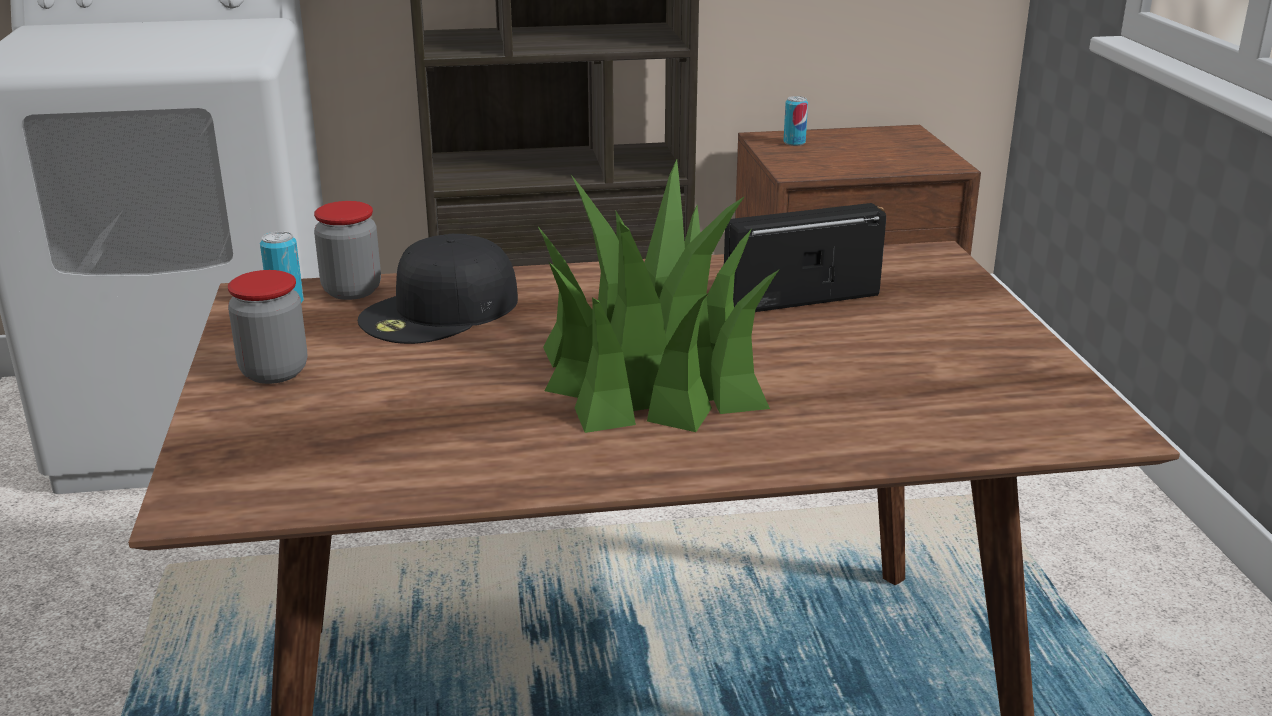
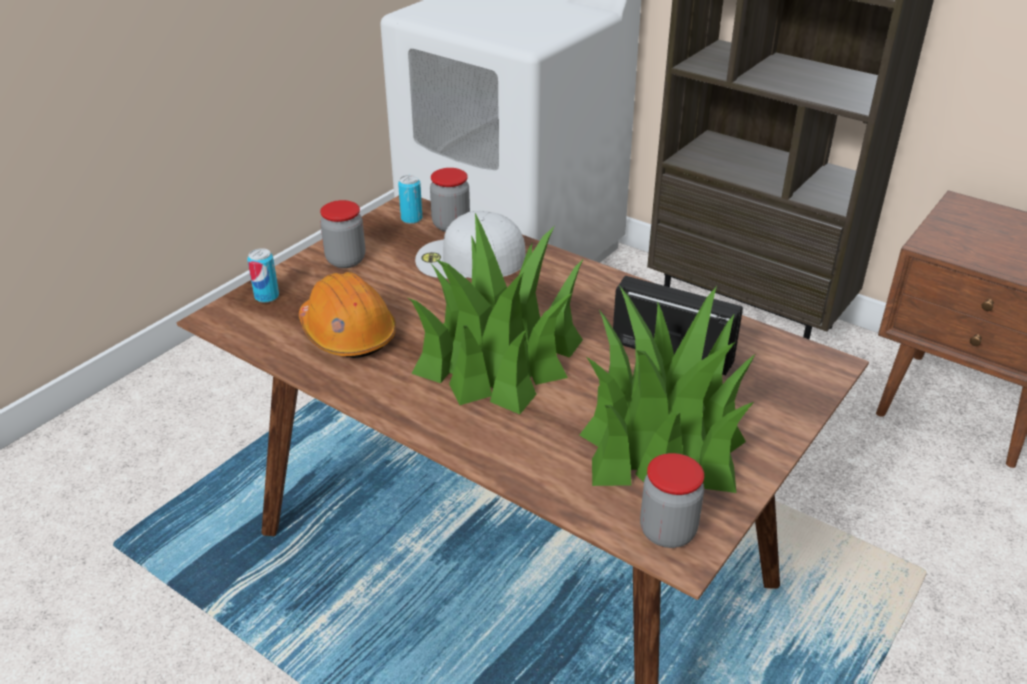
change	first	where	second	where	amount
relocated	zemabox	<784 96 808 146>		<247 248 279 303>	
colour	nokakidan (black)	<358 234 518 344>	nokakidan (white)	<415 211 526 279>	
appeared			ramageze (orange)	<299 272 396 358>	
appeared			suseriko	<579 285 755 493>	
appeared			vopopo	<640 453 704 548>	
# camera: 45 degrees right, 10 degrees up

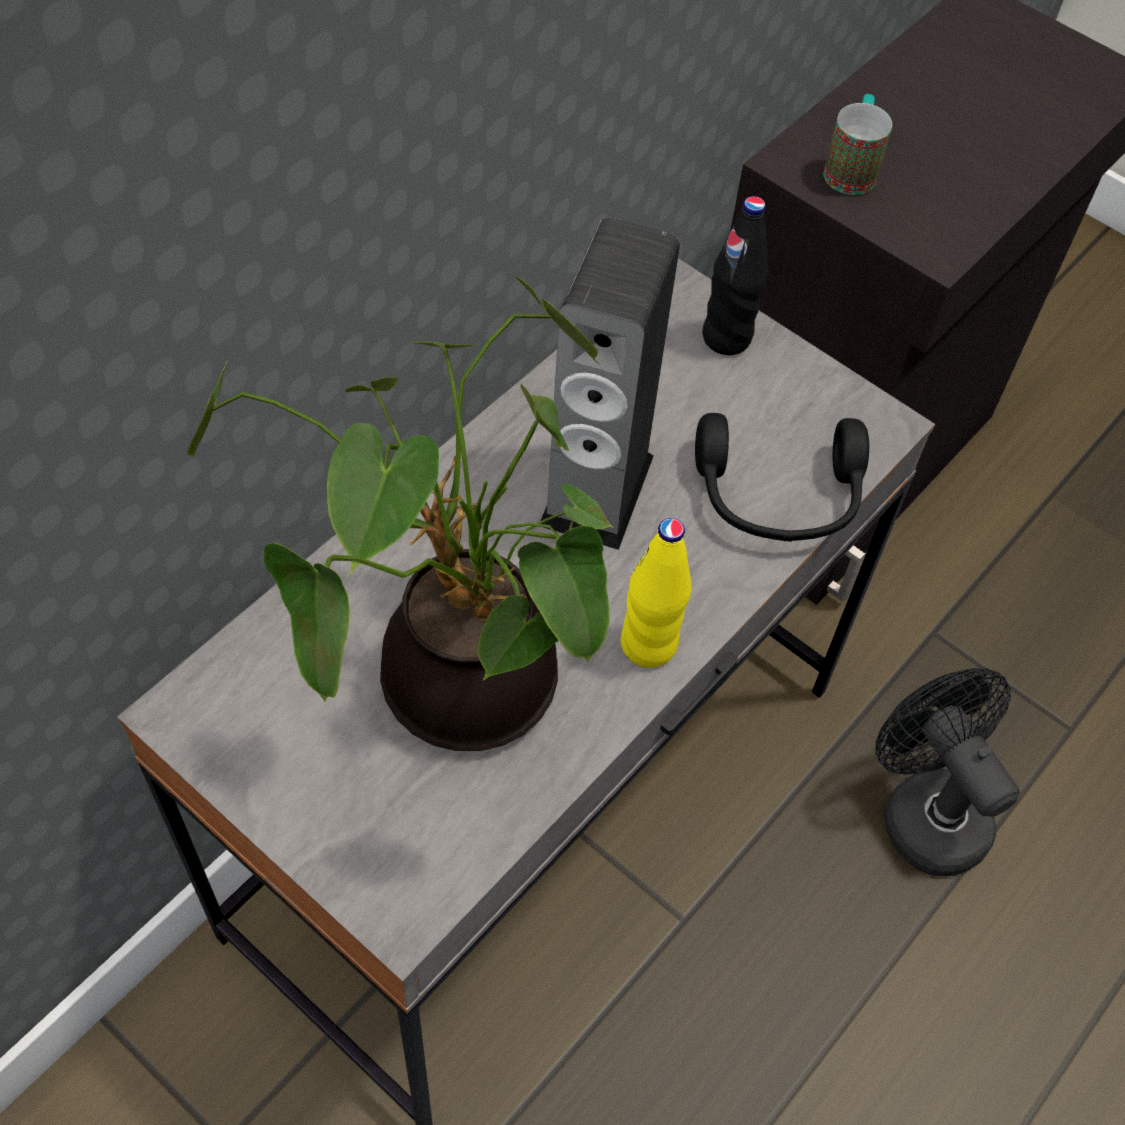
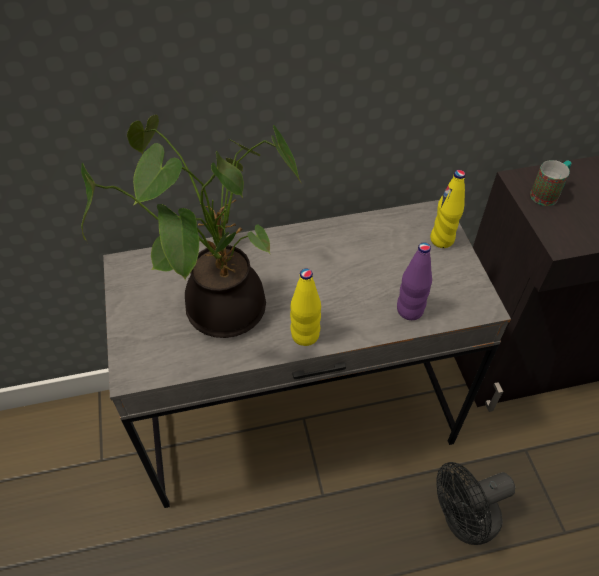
change	first	where	second	where	amount
colour	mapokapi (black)	<702 196 768 355>	mapokapi (yellow)	<430 170 465 248>	
missing	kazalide	<541 217 680 550>			
exchanged	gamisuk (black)	<695 413 869 542>	mapokapi (purple)	<397 242 432 320>	
spun	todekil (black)	<876 668 1020 876>		<436 462 515 545>	120 degrees counterclockwise
# camera: 40 degrees right, 5 degrees down

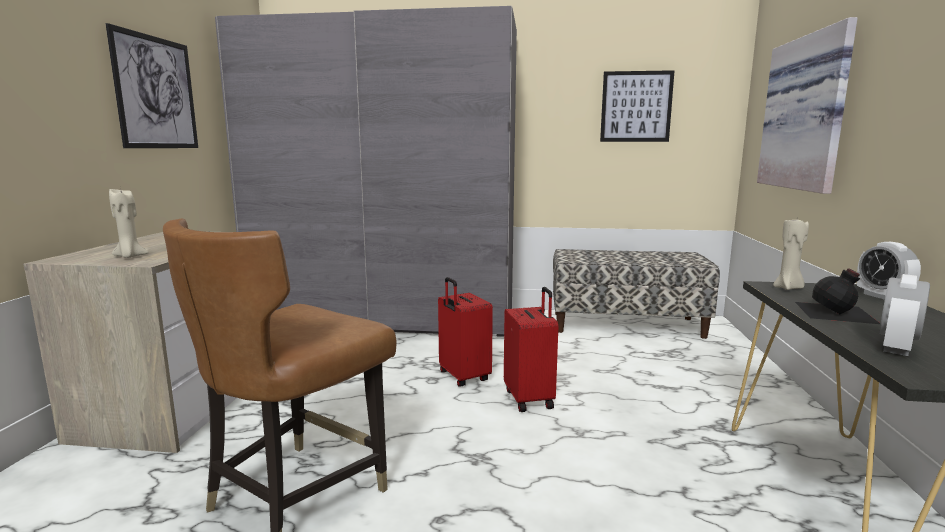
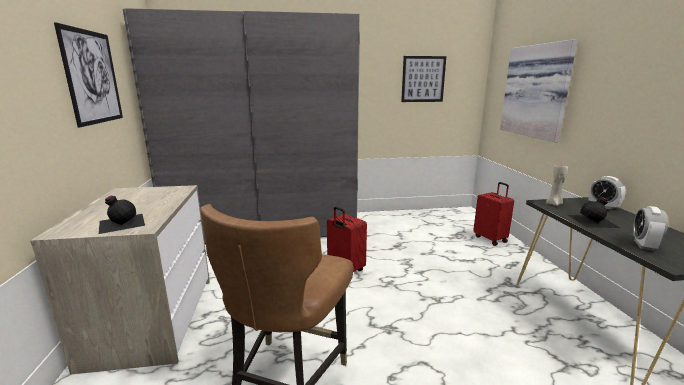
change	first	where	second	where	amount
exchanged	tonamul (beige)	<109 189 149 258>	mapokapi (black)	<99 195 145 234>	
missing	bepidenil	<553 249 720 339>			
relocated	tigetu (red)	<504 287 559 412>		<474 182 514 246>	
# camera: 15 degrees left, 5 degrees up

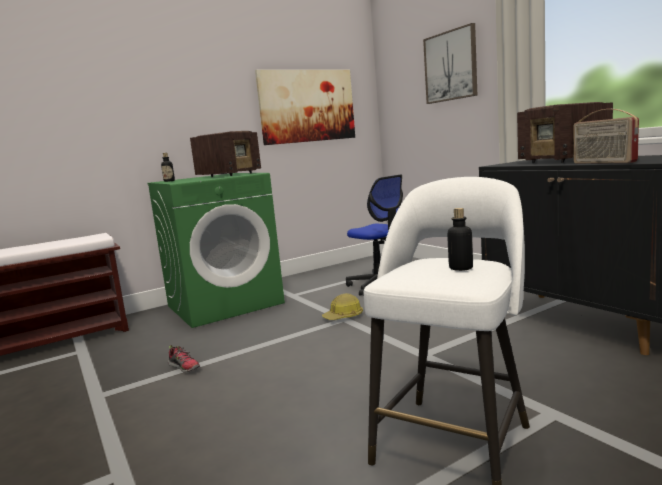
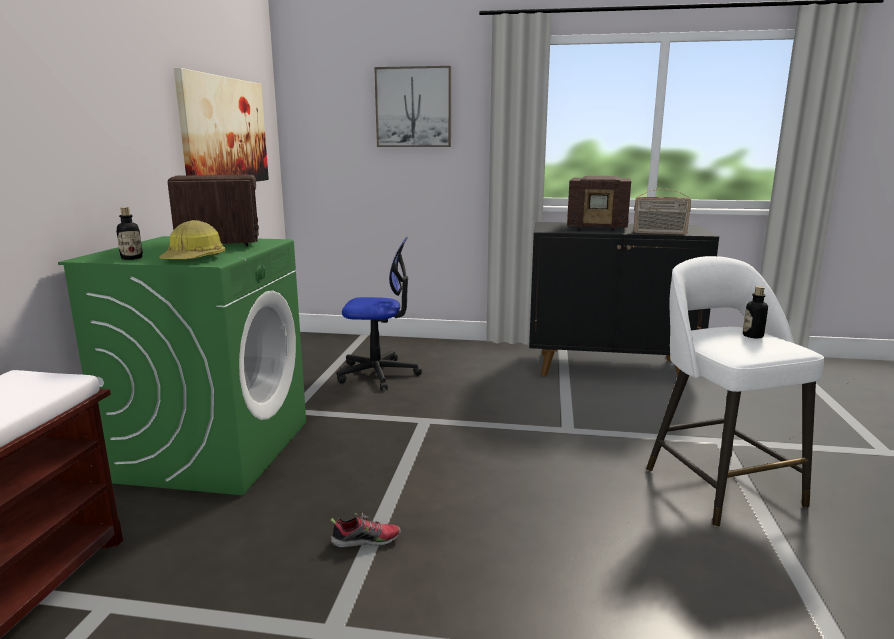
change	first	where	second	where	amount
relocated	ramageze	<322 293 363 320>		<159 220 225 259>	
# camera: 50 degrees left, 5 degrees up

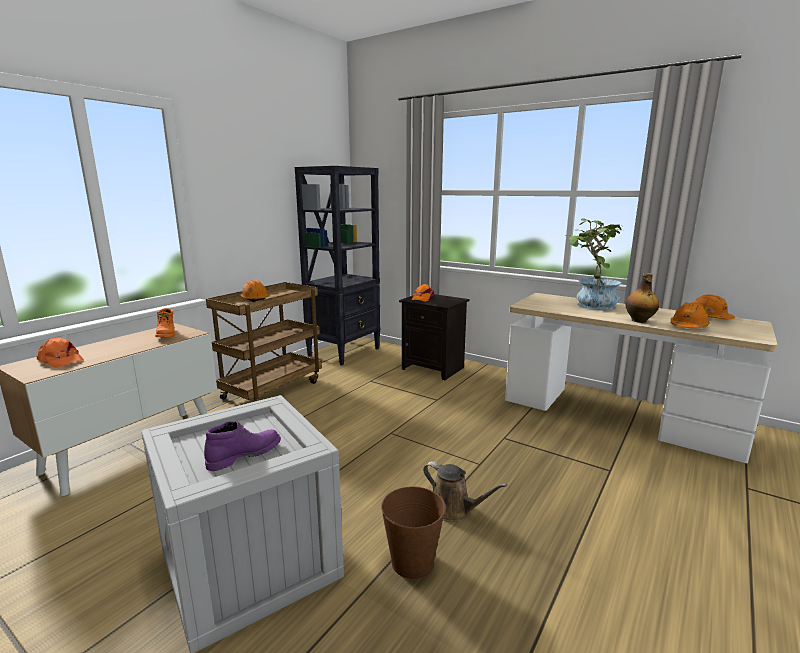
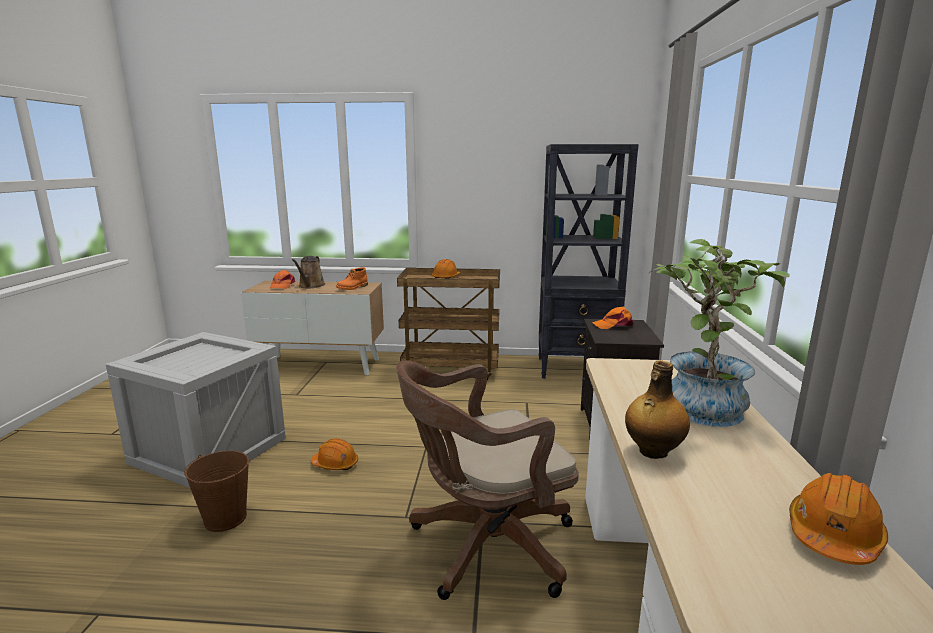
change	first	where	second	where	amount
relocated	ramageze (orange)	<671 302 710 329>		<311 438 358 470>	
missing	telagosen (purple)	<204 421 281 471>			
relocated	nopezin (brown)	<423 461 507 522>		<292 256 325 288>	
appeared			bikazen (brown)	<396 360 579 600>	
# camera: 60 degrees right, 0 degrees up

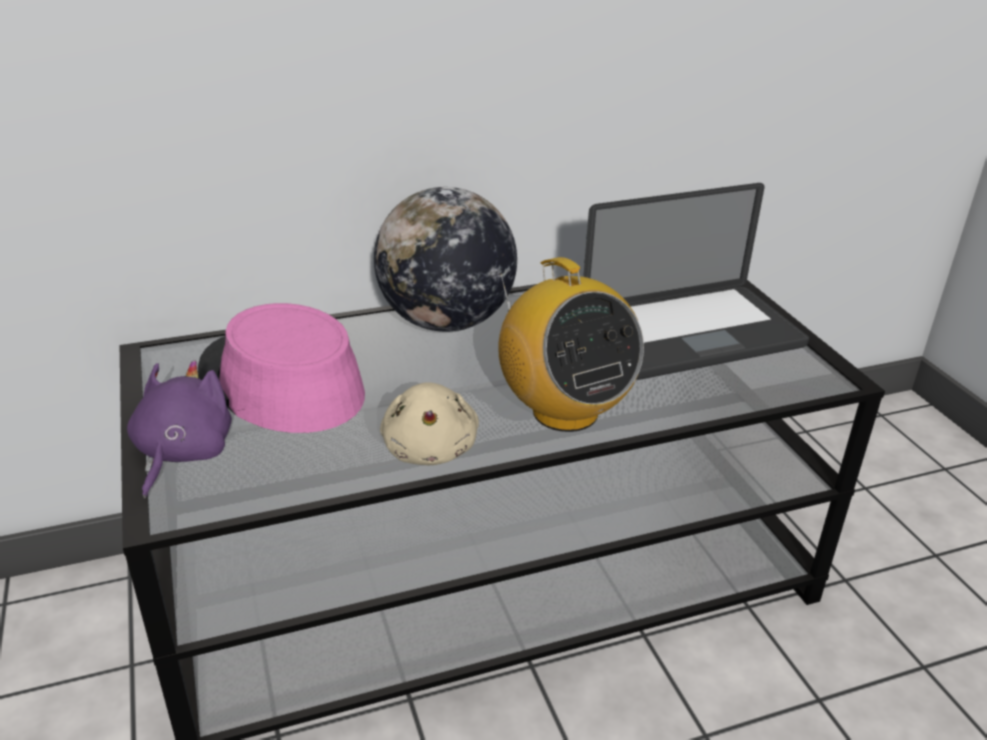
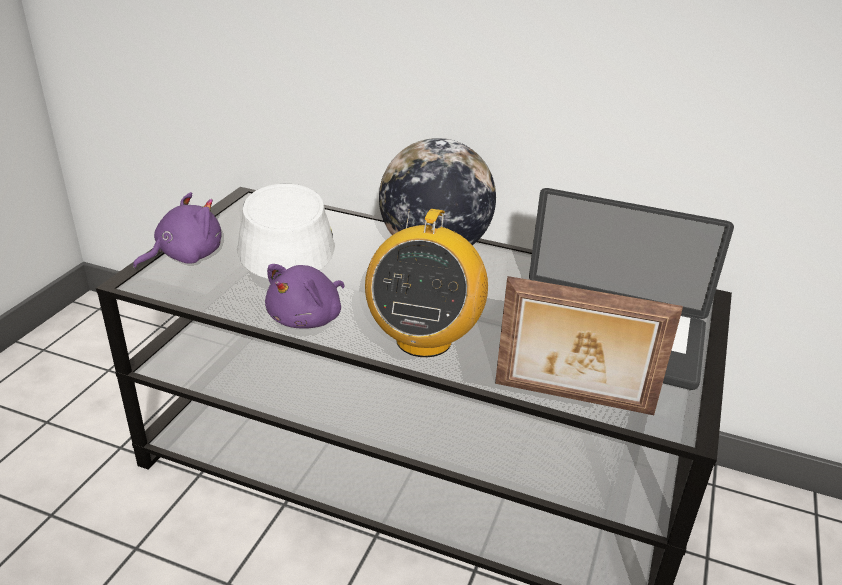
change	first	where	second	where	amount
colour	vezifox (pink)	<198 303 365 433>	vezifox (white)	<237 184 335 279>	
colour	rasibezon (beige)	<380 382 479 465>	rasibezon (purple)	<265 264 344 329>	
appeared			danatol	<495 276 683 415>	
# camera: 40 degrees right, 0 degrees up

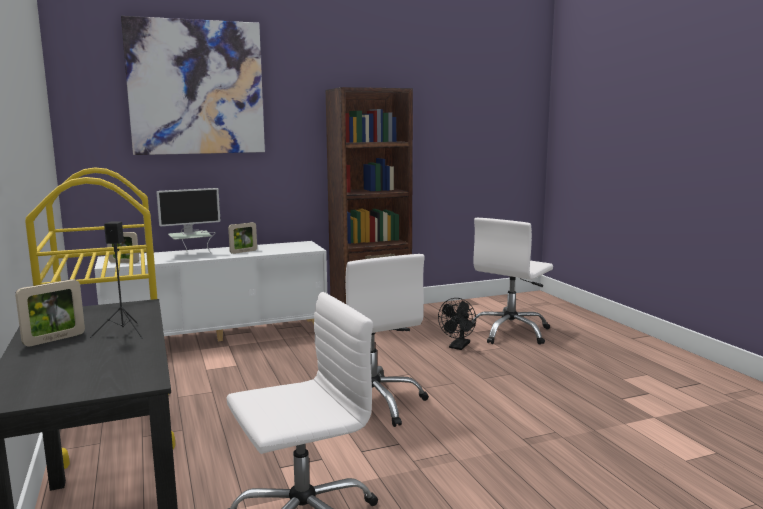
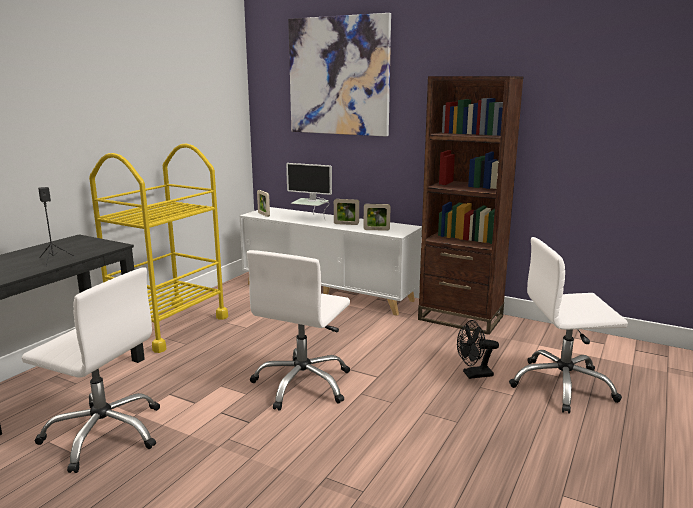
change	first	where	second	where	amount
relocated	danatol	<15 279 85 347>		<364 204 390 231>	
# camera: 50 degrees right, 5 degrees up

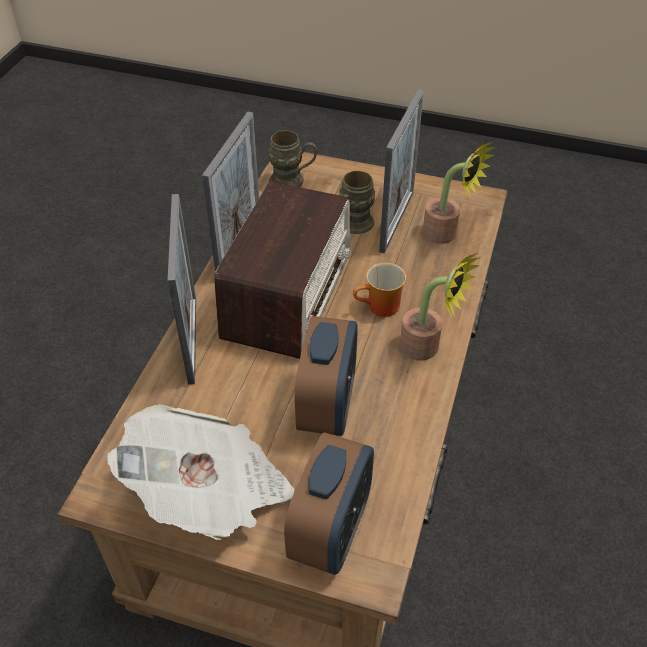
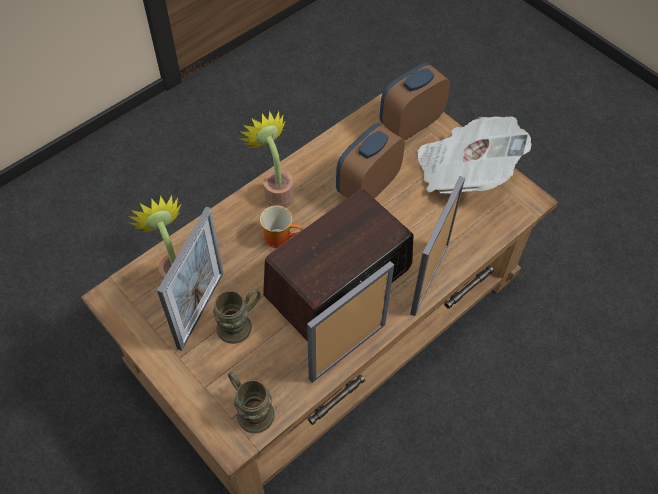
change	first	where	second	where	amount
spun	danatol	<379 89 424 253>		<157 207 224 351>	150 degrees clockwise
# camera: 150 degrees left, 10 degrees up

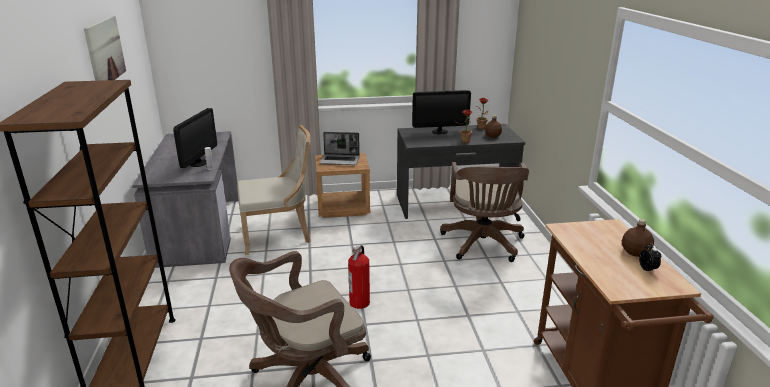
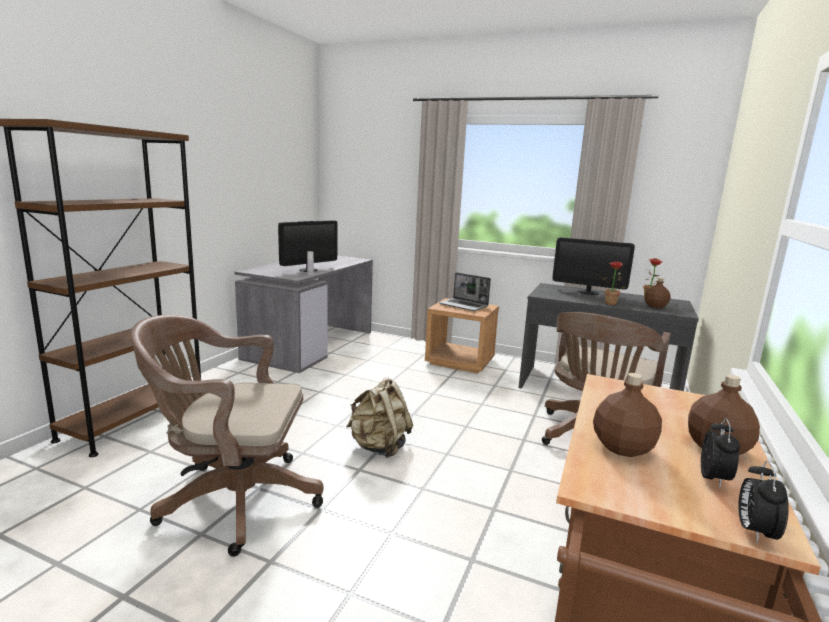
change	first	where	second	where	amount
missing	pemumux	<84 16 126 81>			
missing	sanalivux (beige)	<237 125 311 255>			
exchanged	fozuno	<348 245 370 309>	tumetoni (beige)	<346 377 413 458>	
appeared			mapokapi (brown)	<593 373 662 457>	
appeared			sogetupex	<739 460 789 544>	
# camera: 30 degrees right, 10 degrees down

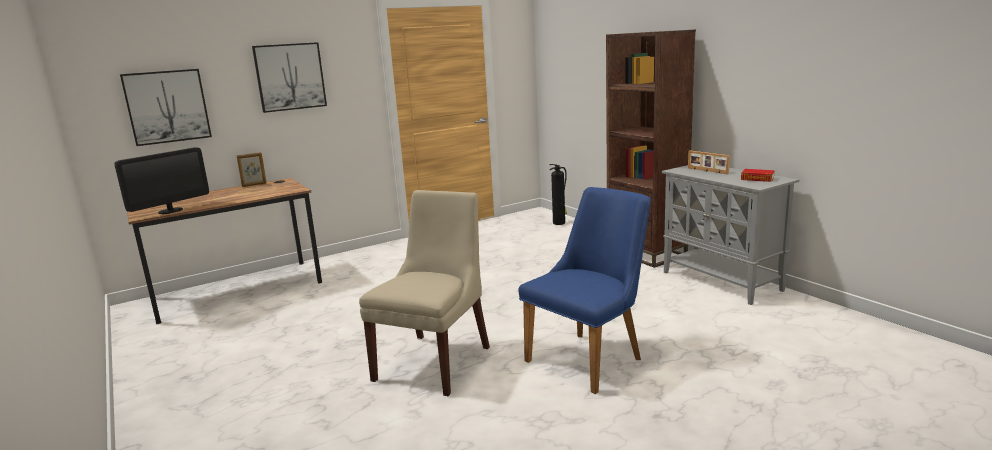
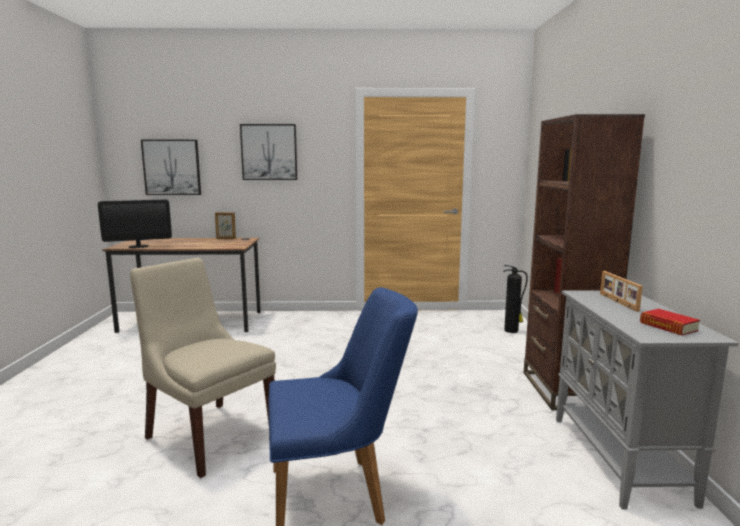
change	first	where	second	where	amount
spun	sanalivux (beige)	<359 190 490 396>		<130 258 276 478>	105 degrees counterclockwise
# camera: 30 degrees right, 5 degrees down

